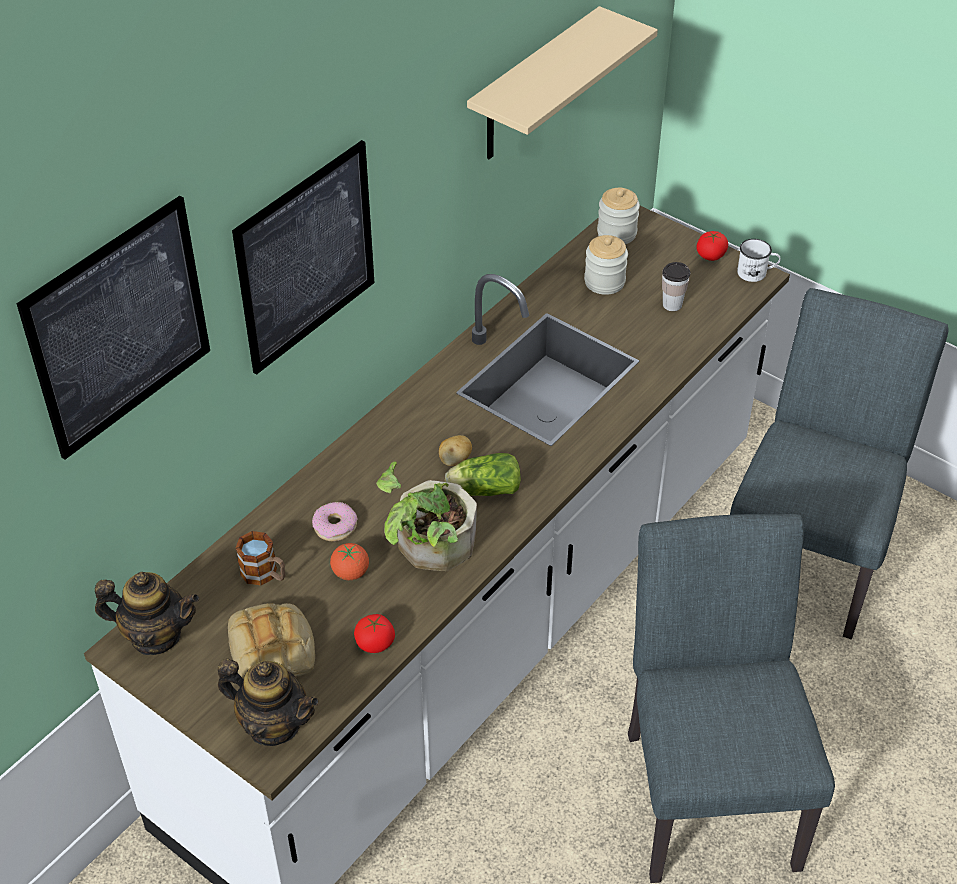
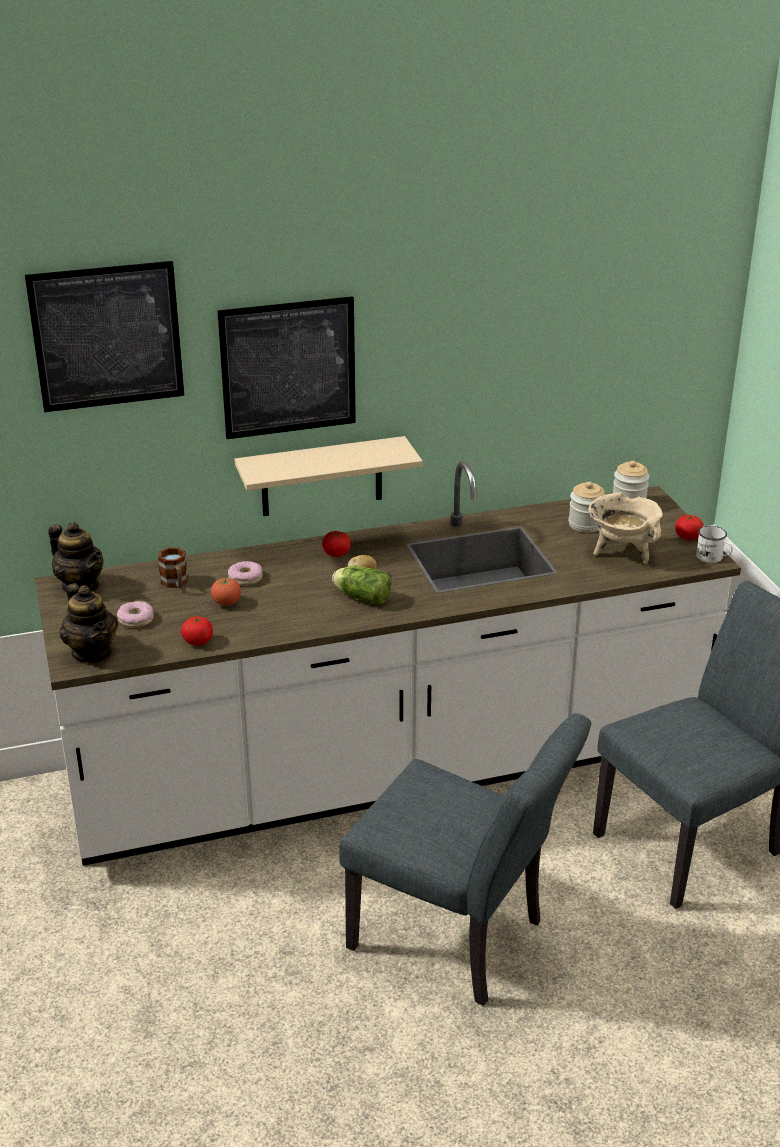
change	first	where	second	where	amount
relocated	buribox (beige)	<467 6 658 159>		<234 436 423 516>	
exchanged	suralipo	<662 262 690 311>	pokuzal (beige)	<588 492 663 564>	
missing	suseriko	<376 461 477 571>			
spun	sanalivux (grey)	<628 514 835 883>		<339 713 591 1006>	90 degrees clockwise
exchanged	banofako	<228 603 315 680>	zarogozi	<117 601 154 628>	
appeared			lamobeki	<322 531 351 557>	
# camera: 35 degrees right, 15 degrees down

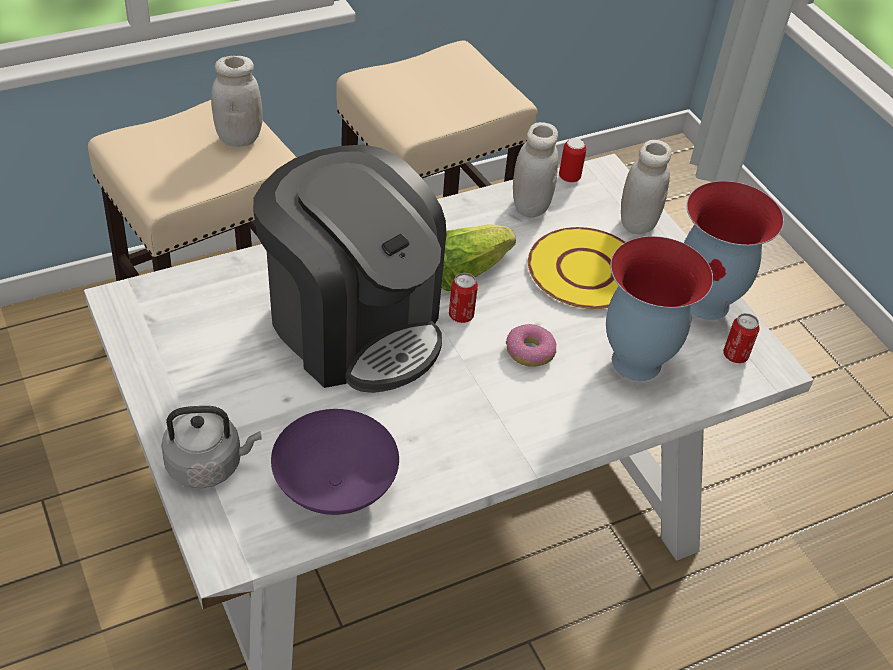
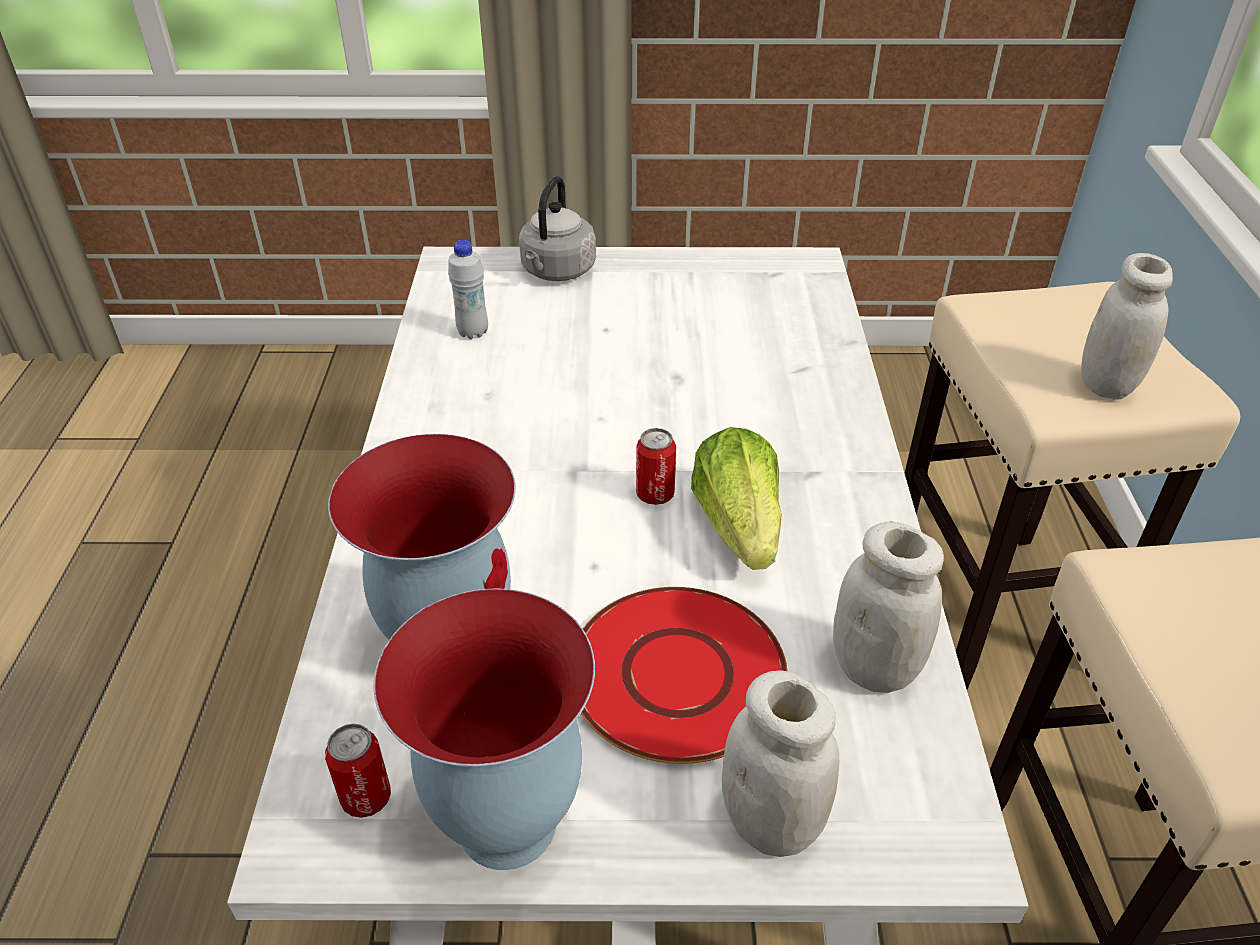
change	first	where	second	where	amount
missing	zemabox	<559 138 586 183>			
missing	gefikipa	<253 145 446 393>			
colour	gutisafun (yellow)	<528 227 625 309>	gutisafun (red)	<581 587 788 764>	
missing	zarogozi	<506 324 556 367>			
exchanged	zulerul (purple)	<271 409 399 515>	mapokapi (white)	<448 240 488 339>	
# camera: 120 degrees right, 5 degrees down

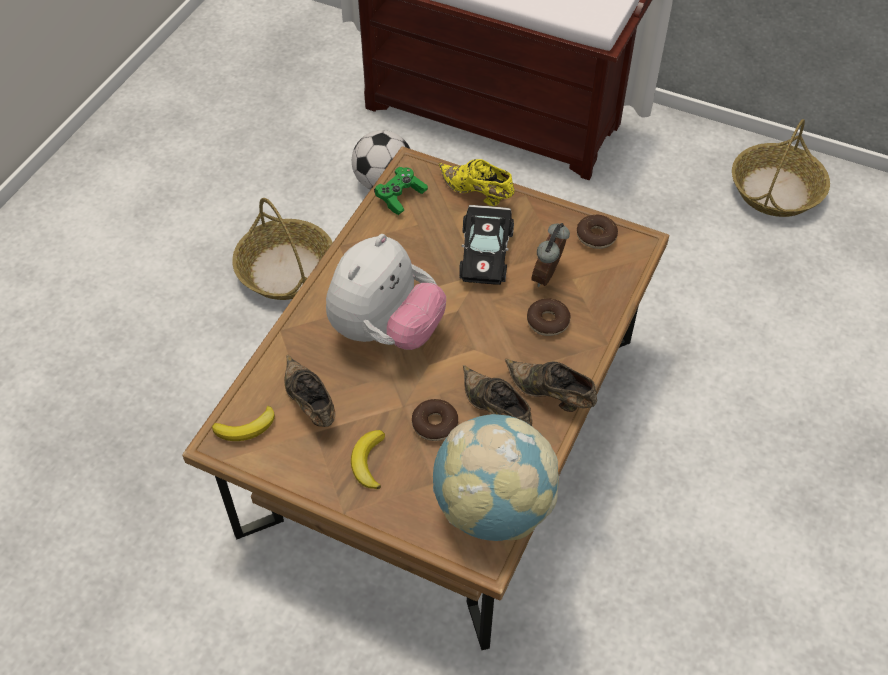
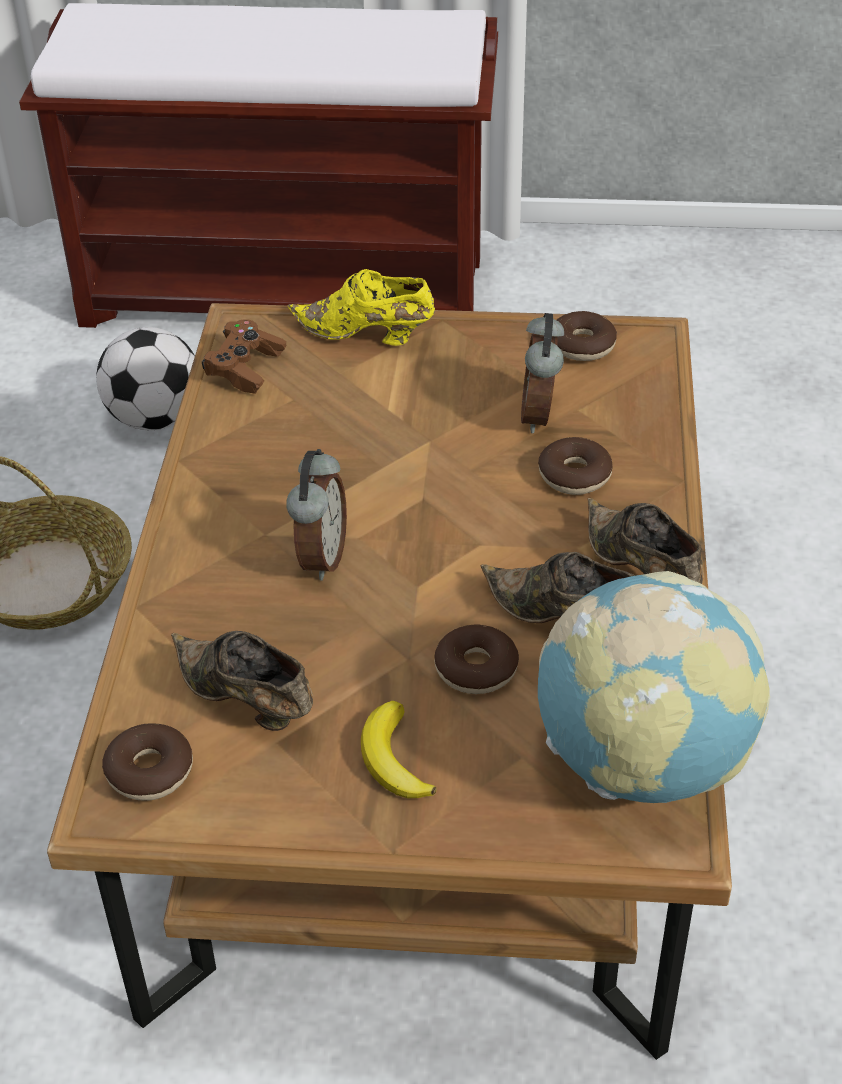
change	first	where	second	where	amount
missing	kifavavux	<732 119 830 217>			
colour	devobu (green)	<374 167 428 215>	devobu (brown)	<201 319 286 394>	
missing	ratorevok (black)	<459 205 514 285>			
exchanged	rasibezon	<326 234 446 350>	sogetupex	<286 449 347 581>	
spun	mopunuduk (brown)	<505 359 597 412>		<588 498 704 584>	45 degrees clockwise
exchanged	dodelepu	<212 406 275 441>	zarogozi	<102 723 193 801>	
# camera: 20 degrees left, 10 degrees down

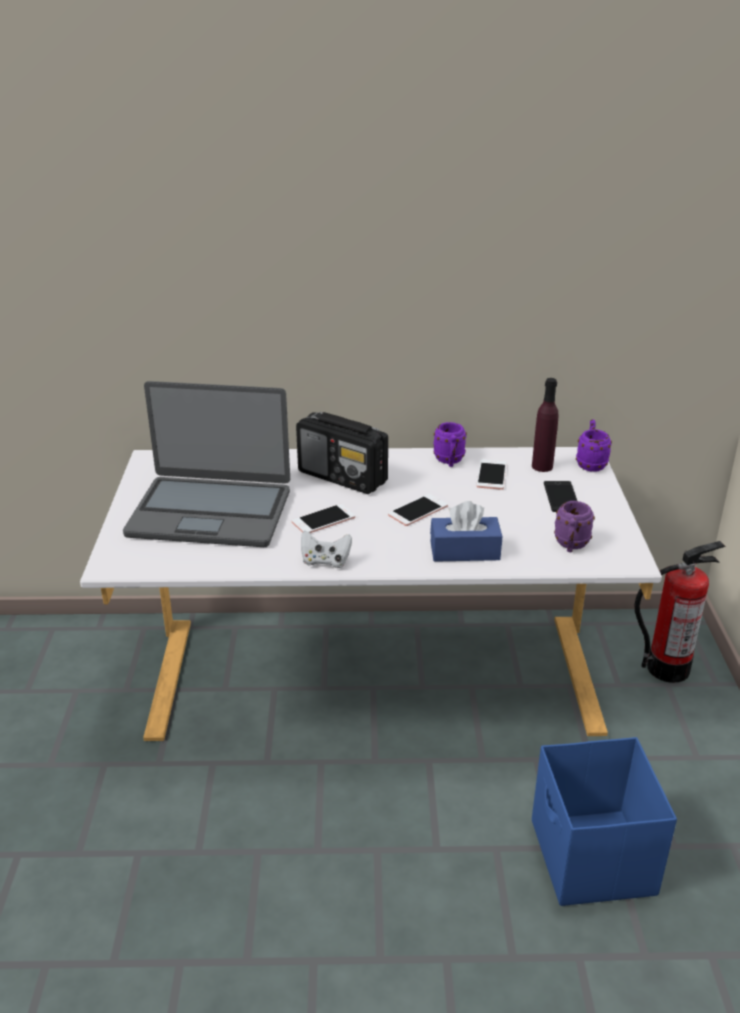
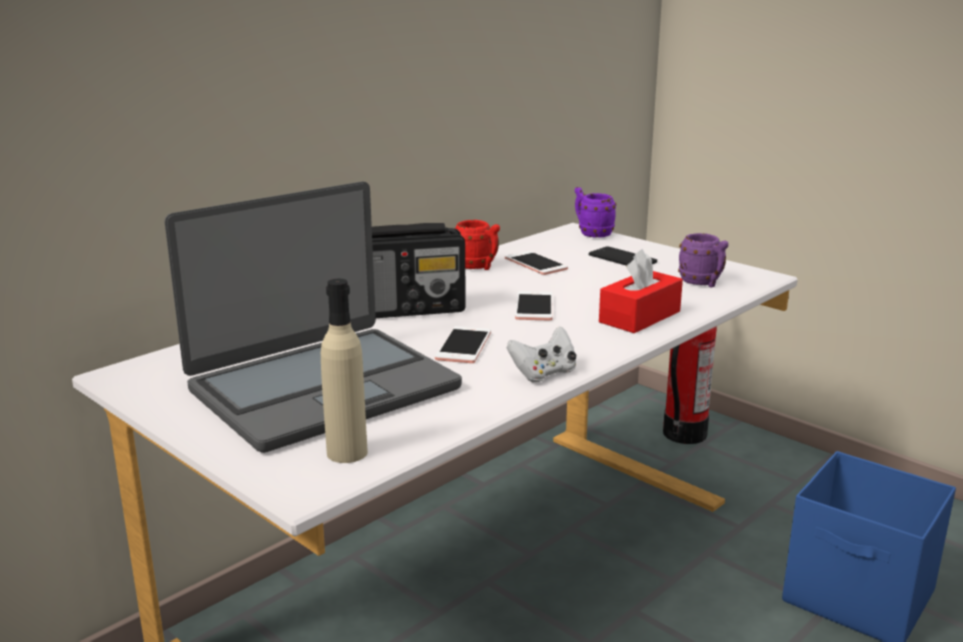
change	first	where	second	where	amount
missing	mapokapi (purple)	<532 378 559 472>			
colour	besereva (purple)	<433 422 467 467>	besereva (red)	<455 220 500 270>	
colour	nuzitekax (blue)	<430 501 502 562>	nuzitekax (red)	<599 249 683 333>	
appeared			mapokapi (beige)	<321 279 368 463>	
# camera: 45 degrees left, 10 degrees down

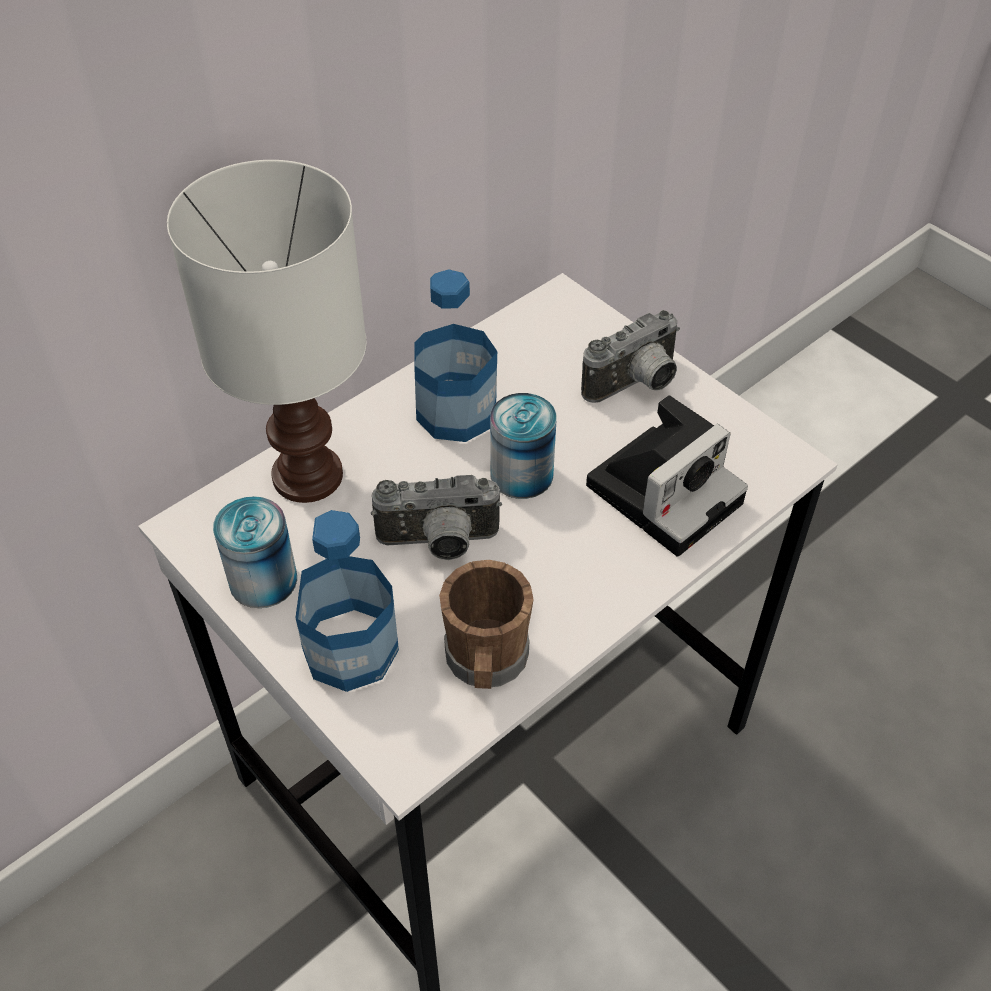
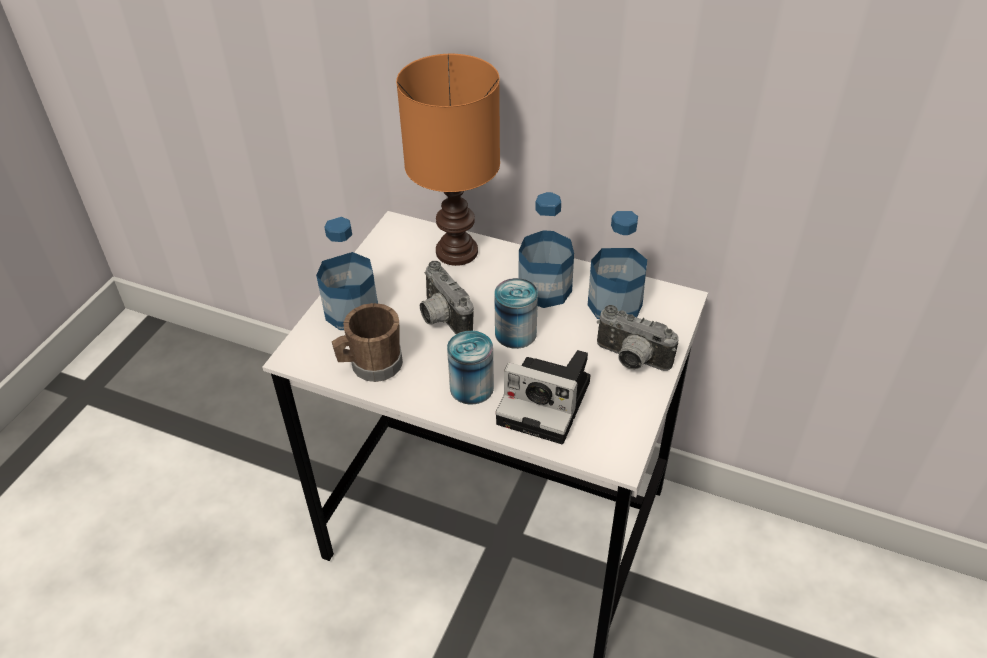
change	first	where	second	where	amount
colour	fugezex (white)	<167 160 367 503>	fugezex (orange)	<396 54 500 266>	
relocated	zemabox	<213 496 297 608>		<447 331 494 405>	
appeared			mapokapi	<588 211 647 319>	
# camera: 65 degrees right, 5 degrees down

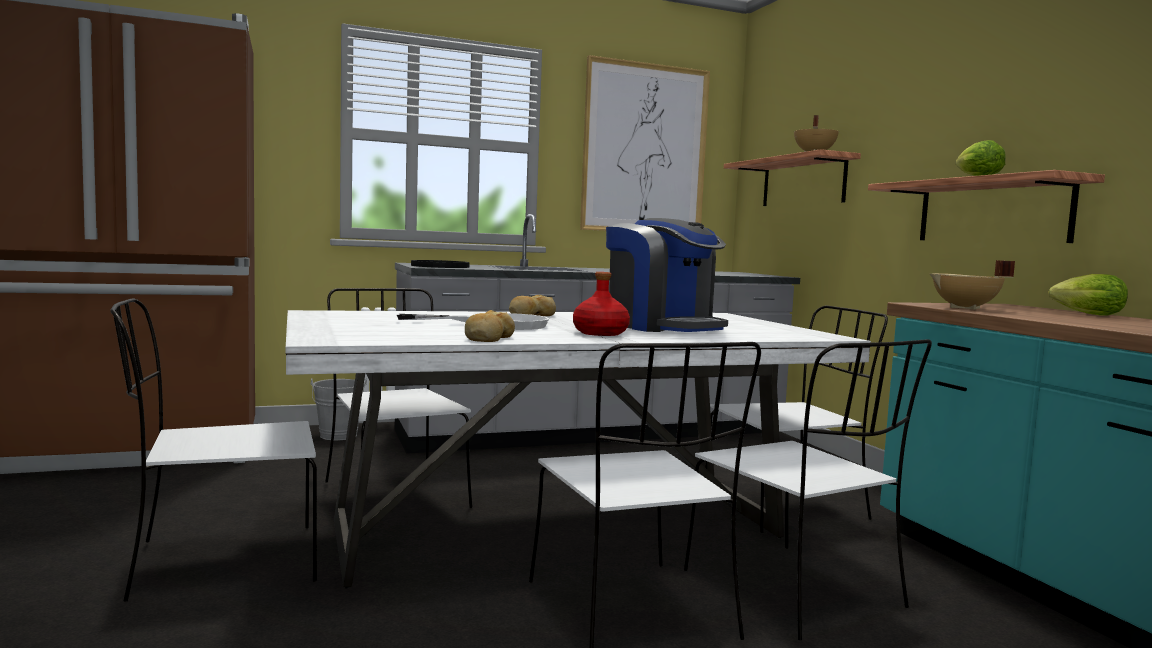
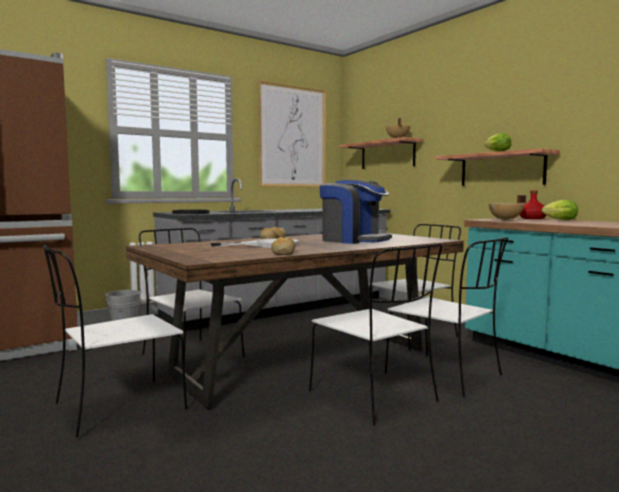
change	first	where	second	where	amount
relocated	mapokapi (red)	<573 272 630 336>		<519 190 546 219>	
colour	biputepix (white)	<286 310 871 589>	biputepix (brown)	<126 233 464 410>	
# camera: 15 degrees left, 0 degrees up

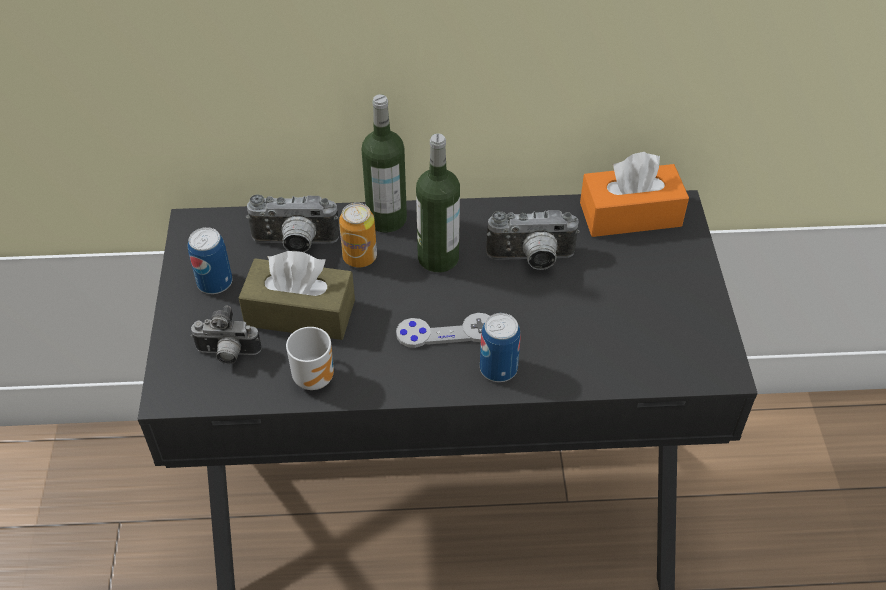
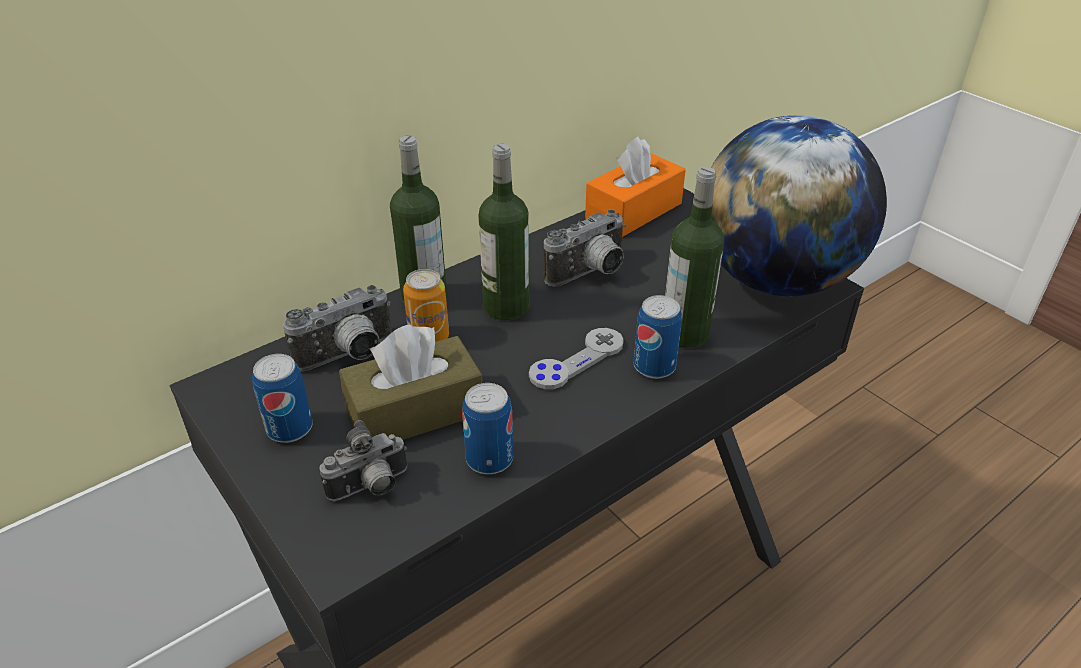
change	first	where	second	where	amount
exchanged	besereva	<286 327 334 390>	zemabox	<462 383 513 474>	
appeared			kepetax	<711 115 887 296>	
appeared			mapokapi	<665 167 724 348>	
# camera: 35 degrees left, 10 degrees down

